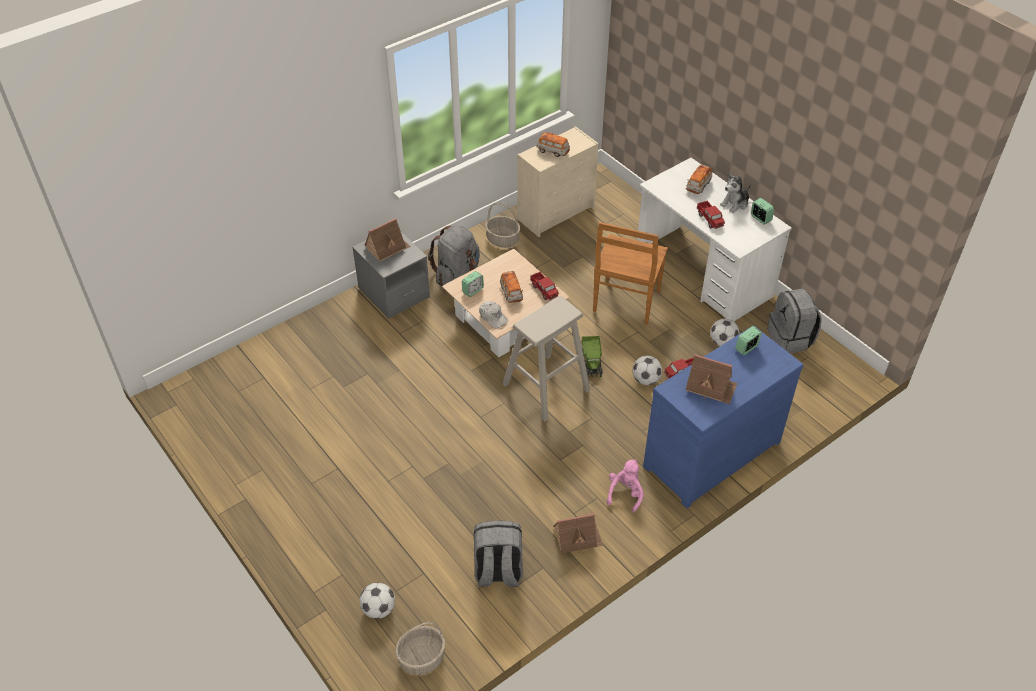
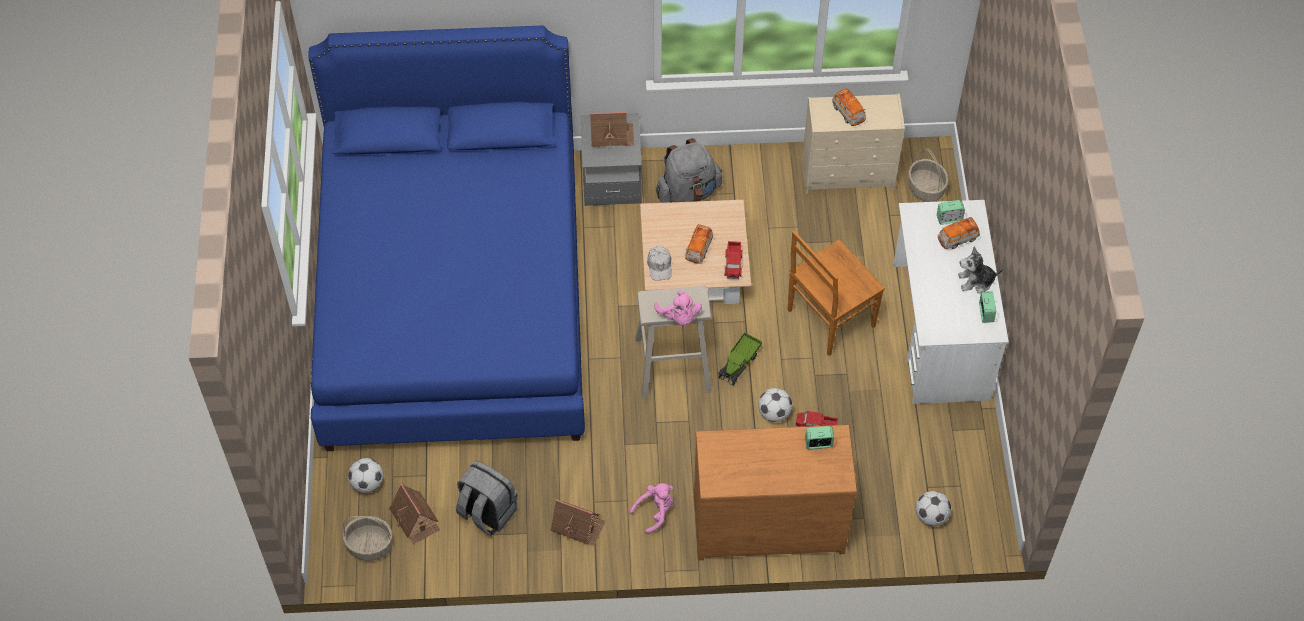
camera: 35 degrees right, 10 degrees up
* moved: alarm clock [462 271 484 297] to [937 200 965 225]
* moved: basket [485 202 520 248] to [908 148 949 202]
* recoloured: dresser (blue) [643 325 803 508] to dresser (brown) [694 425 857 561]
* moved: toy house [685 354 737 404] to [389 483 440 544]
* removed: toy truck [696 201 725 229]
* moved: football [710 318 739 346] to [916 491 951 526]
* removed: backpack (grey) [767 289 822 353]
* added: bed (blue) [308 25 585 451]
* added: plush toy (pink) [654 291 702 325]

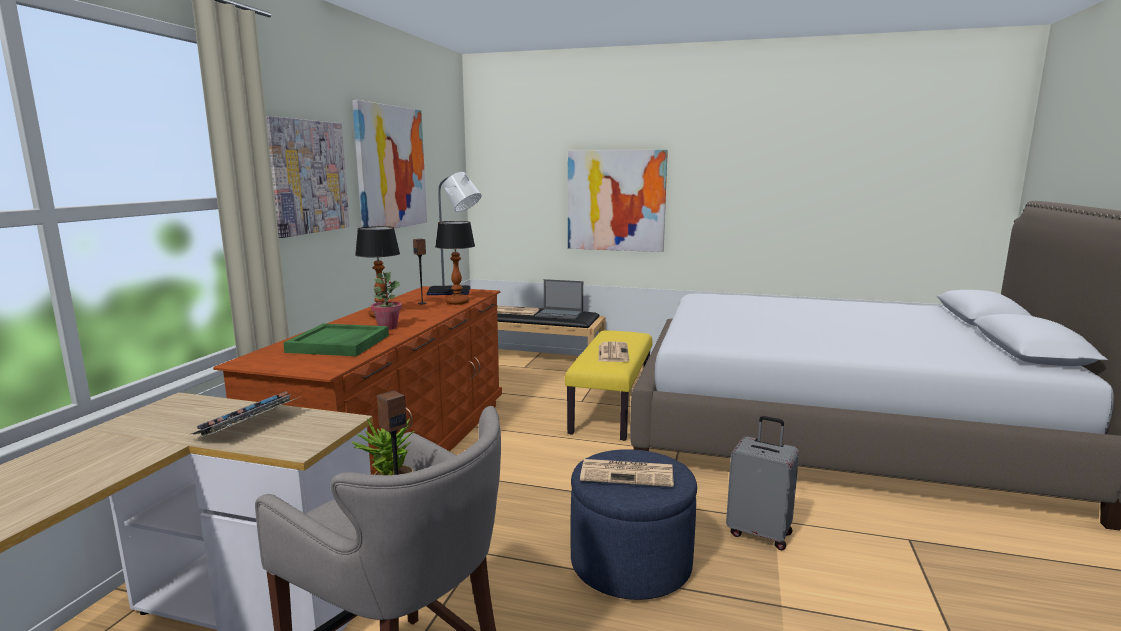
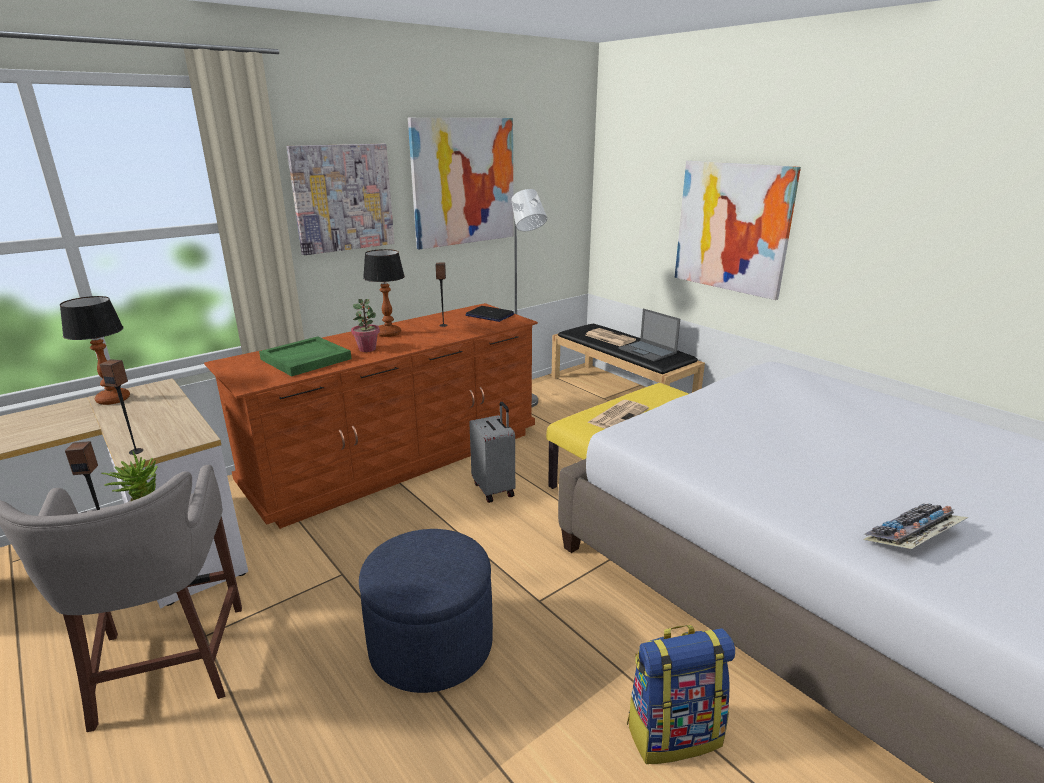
camera: 35 degrees right, 10 degrees up
* moved: keyboard [189 391 299 440] to [863 503 969 549]
* moved: table lamp [435 221 475 305] to [60 296 130 405]
* removed: newspaper [580 459 674 487]
* moved: suitcase (grey) [726 416 799 550] to [469 402 515 503]
* added: speaker [100 359 143 455]
* added: backpack [627 625 735 764]

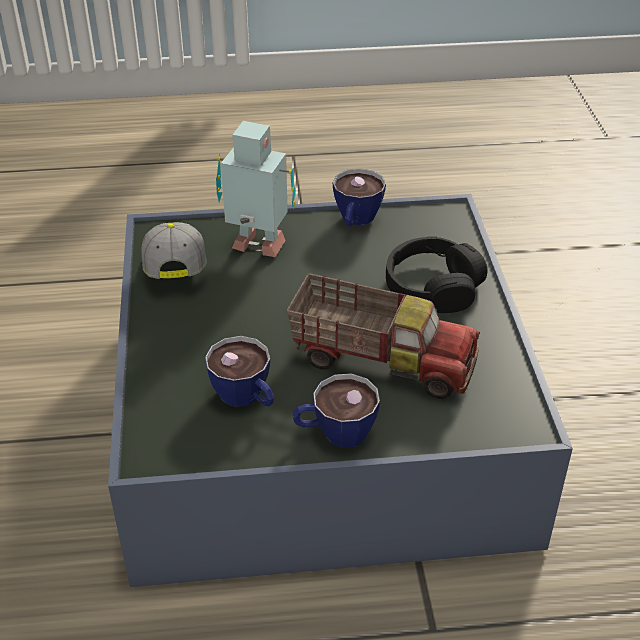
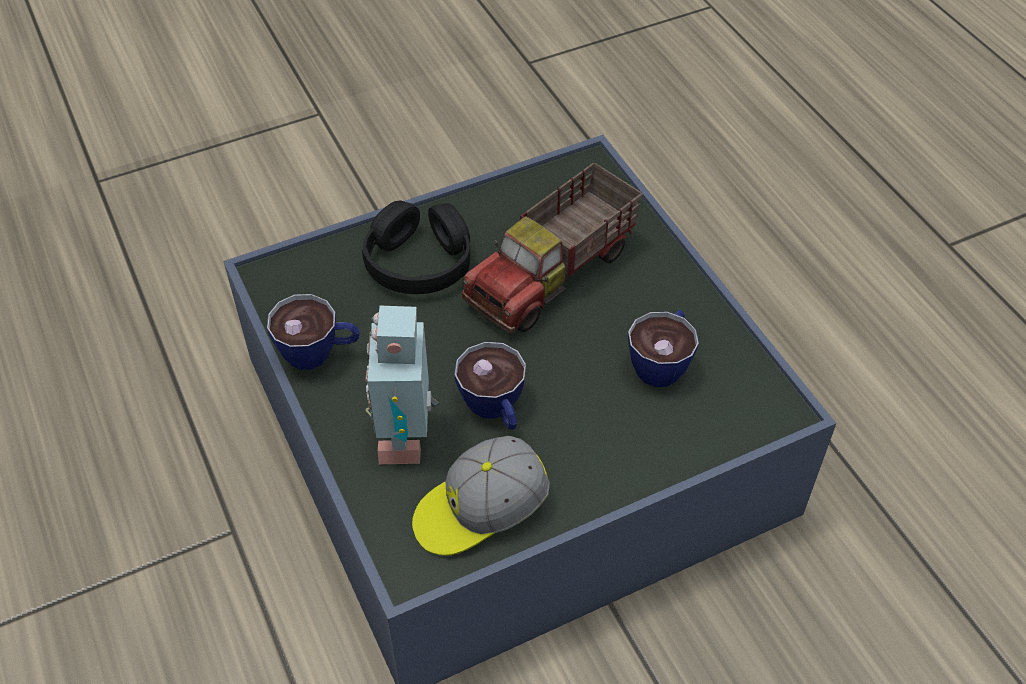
camera: 110 degrees left, 10 degrees up
* turned: toy truck [287 273 480 399] = [462 162 643 334] 135 degrees counterclockwise
* moved: cup [292 373 380 448] to [454 342 526 430]

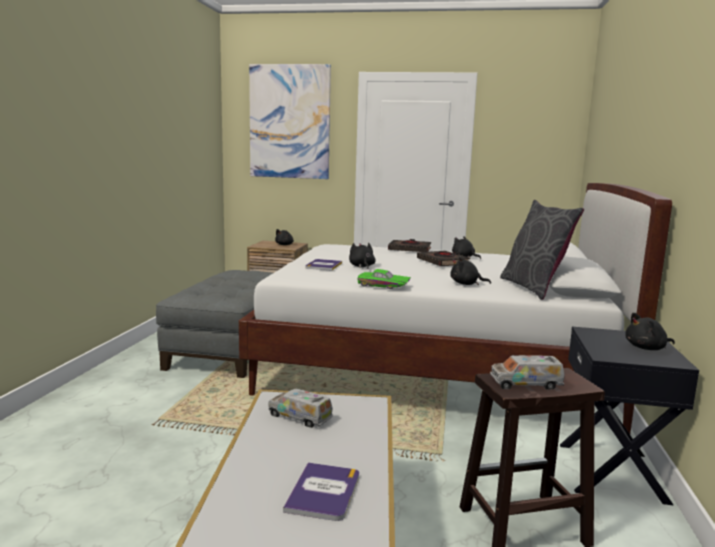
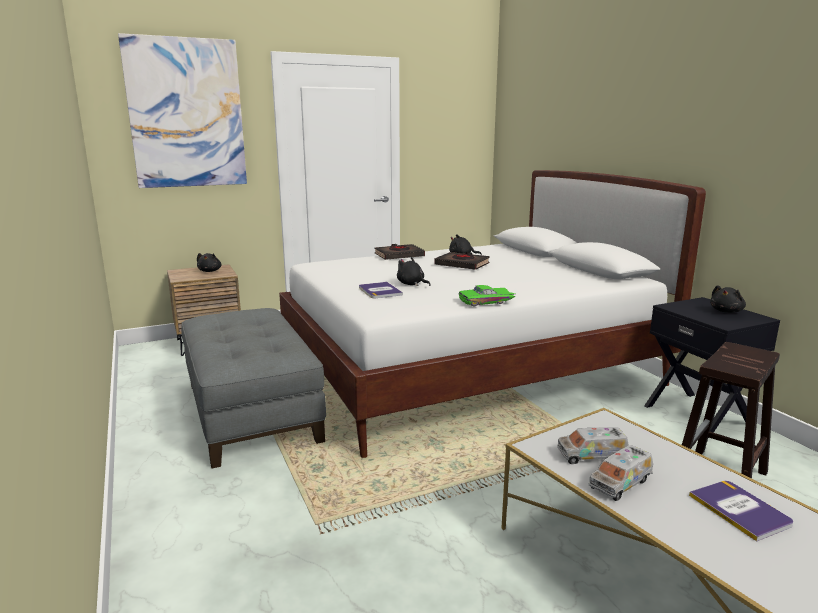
camera: 35 degrees left, 5 degrees up
* removed: plush toy (black) [450 257 491 285]
* moved: toy truck [490 355 564 389] to [588 445 653 501]
* removed: pillow (grey) [500 200 584 300]

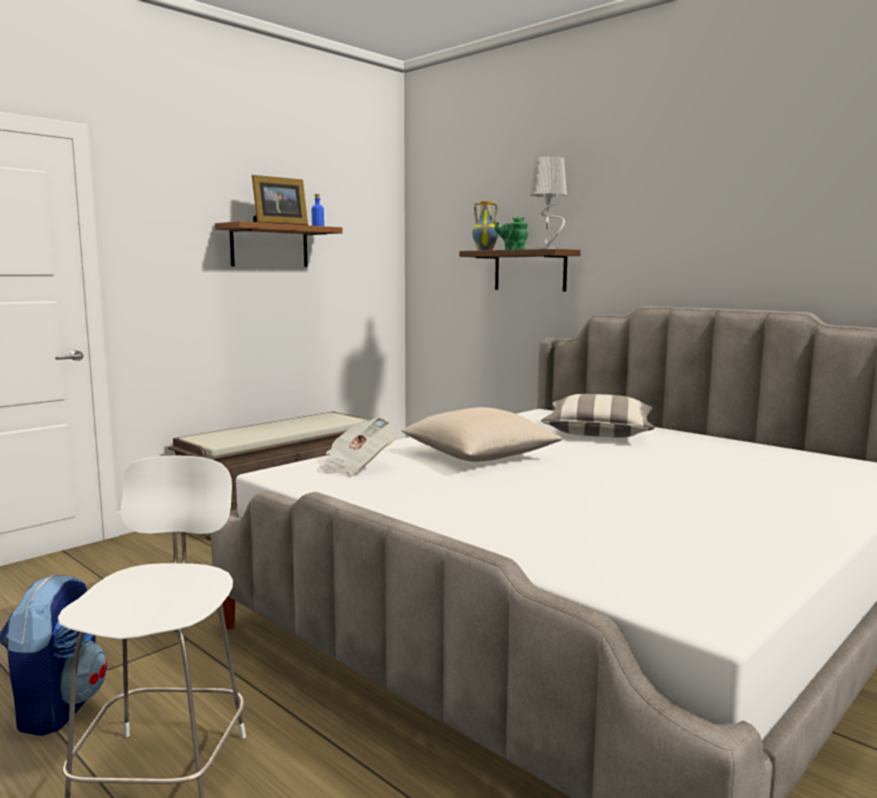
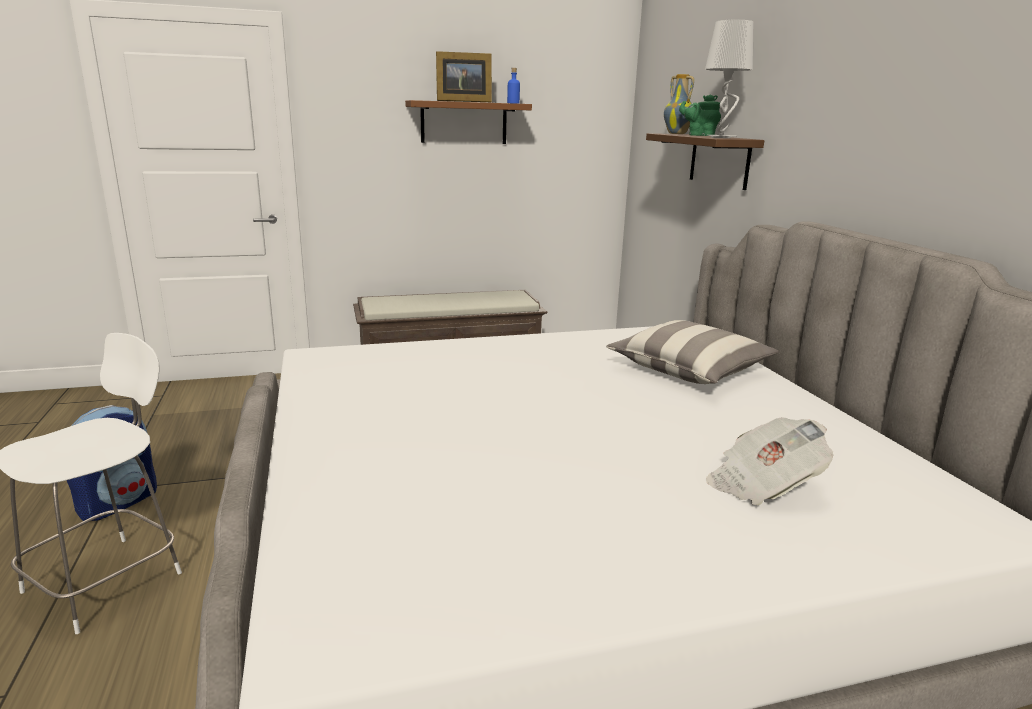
camera: 30 degrees right, 10 degrees up
* moved: newspaper [317 417 397 474] to [706 417 833 505]
* removed: pillow (beige) [401 407 562 462]

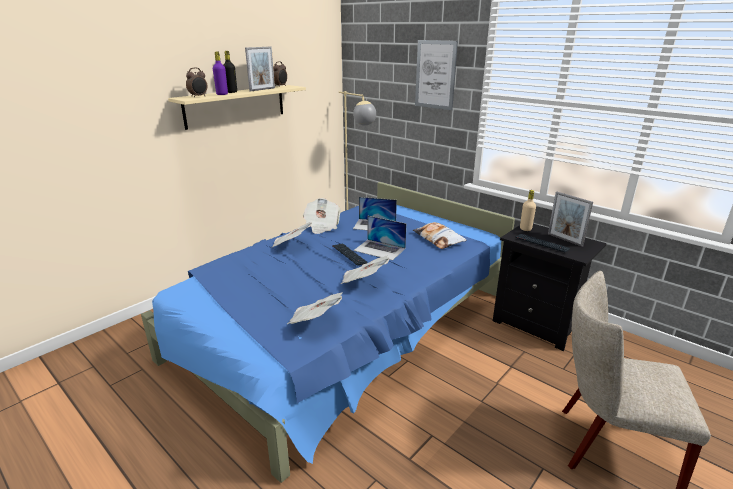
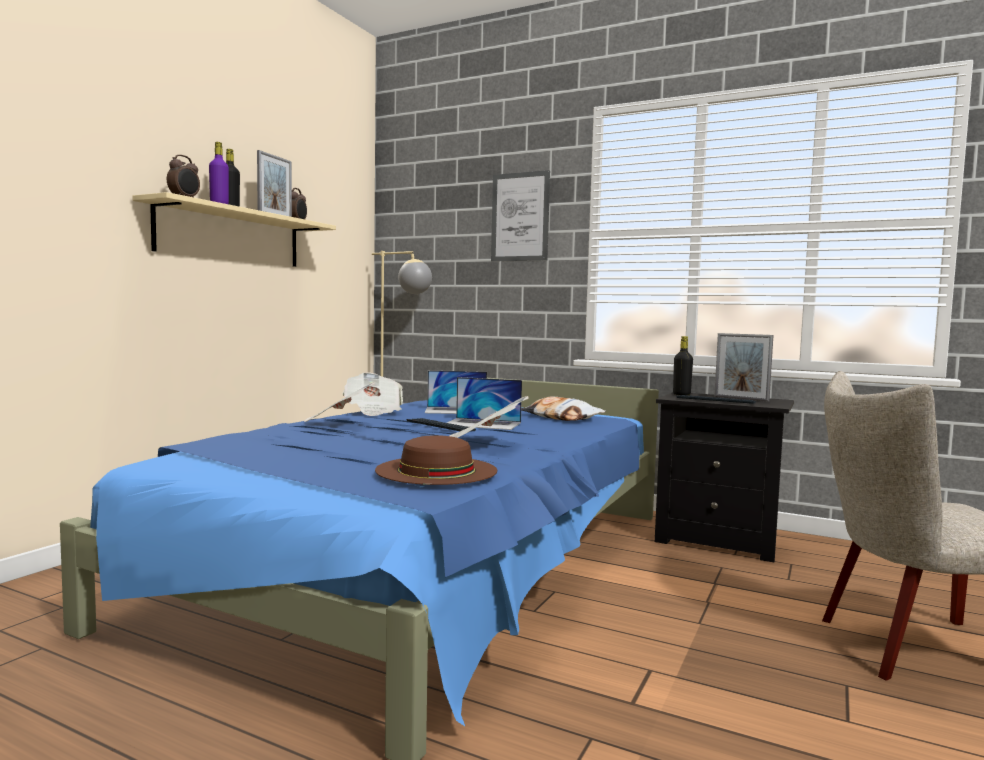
camera: 15 degrees left, 20 degrees down
* replaced: newspaper [287 292 343 324] to hat (brown) [375 435 497 485]
* recoloured: bottle (beige) [520 190 536 231] to bottle (black) [673 336 693 395]

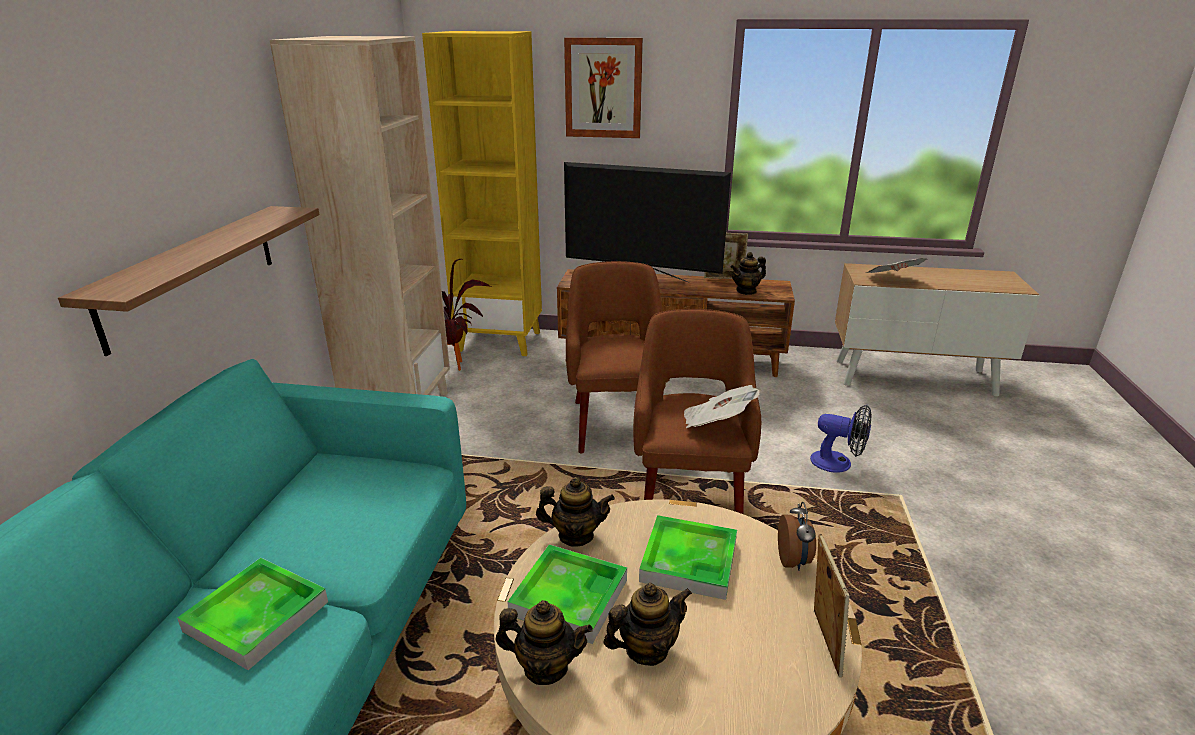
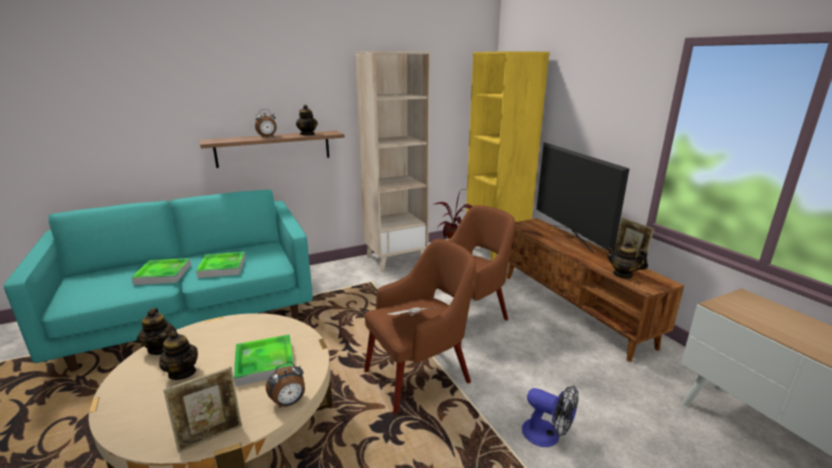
camera: 55 degrees right, 5 degrees down
* moved: tray [507 544 627 644] to [196 252 246 278]
* moved: teapot [536 477 615 547] to [296 105 318 135]
* removed: picture [564 37 643 138]
* turned: fan [810 405 872 473] = [522 385 578 447] 45 degrees counterclockwise
* removed: newspaper [866 258 928 273]
* added: alarm clock [255 109 277 137]

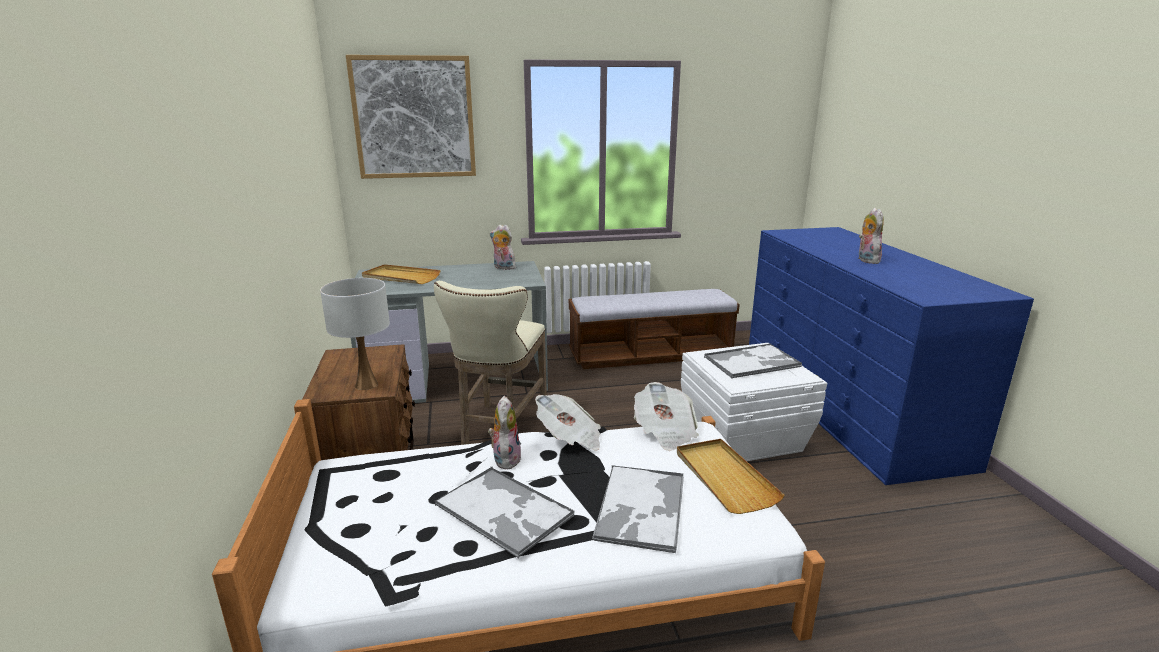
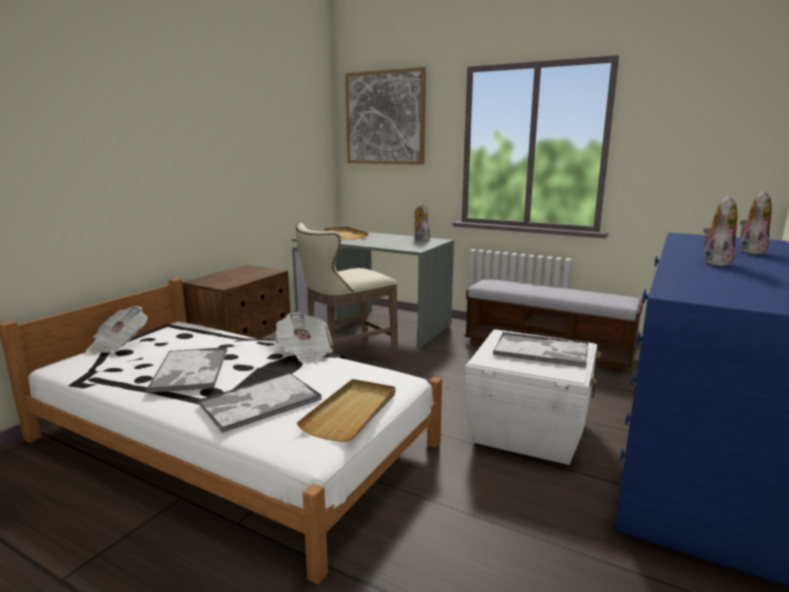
camera: 40 degrees right, 5 degrees down
* removed: table lamp (white) [320 278 390 390]
* moved: plush toy [488 396 521 469] to [740 191 772 255]
* moved: newspaper [634 382 699 451] to [86 306 148 354]

